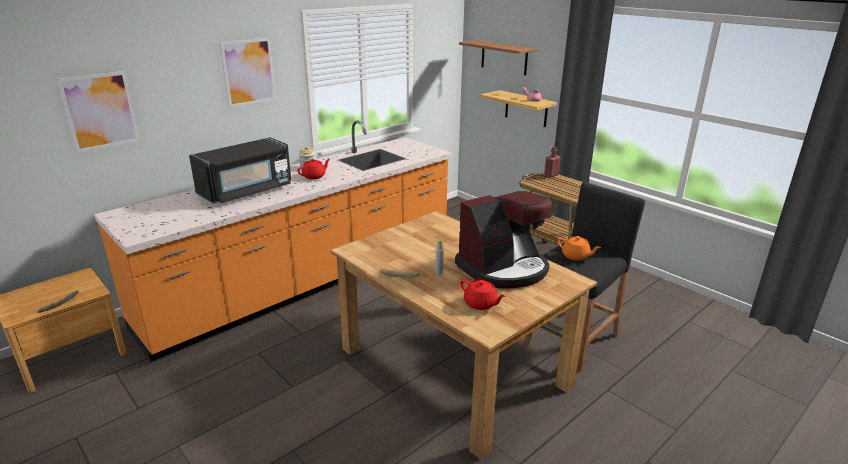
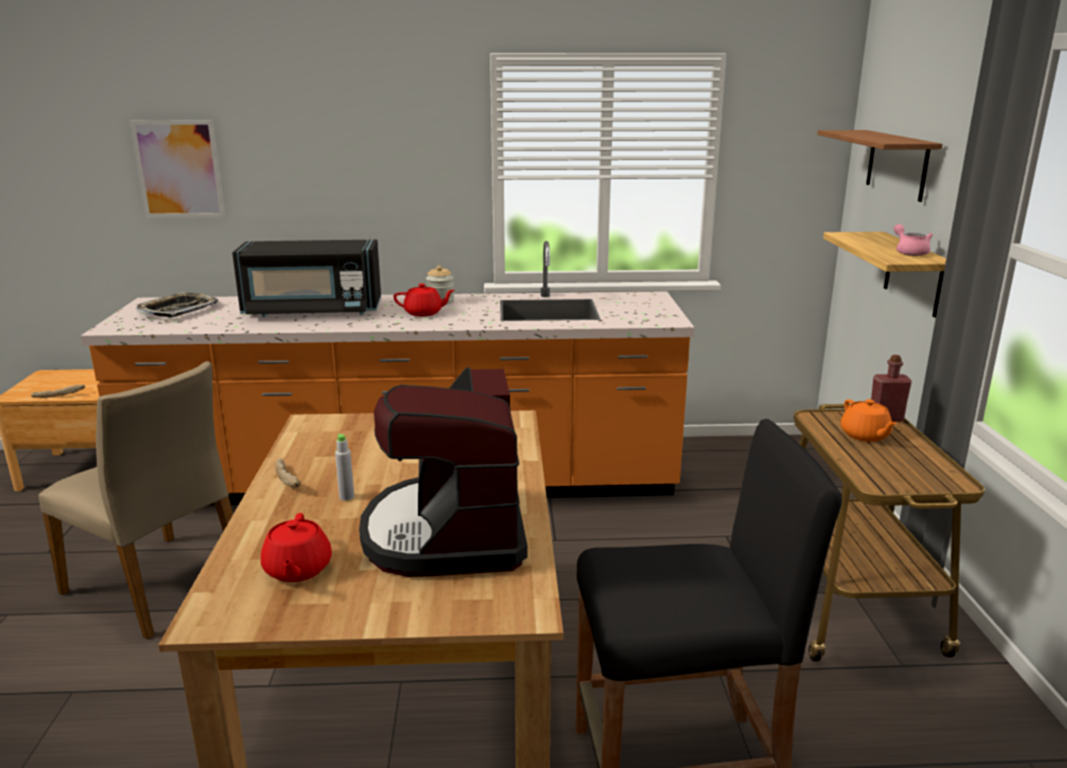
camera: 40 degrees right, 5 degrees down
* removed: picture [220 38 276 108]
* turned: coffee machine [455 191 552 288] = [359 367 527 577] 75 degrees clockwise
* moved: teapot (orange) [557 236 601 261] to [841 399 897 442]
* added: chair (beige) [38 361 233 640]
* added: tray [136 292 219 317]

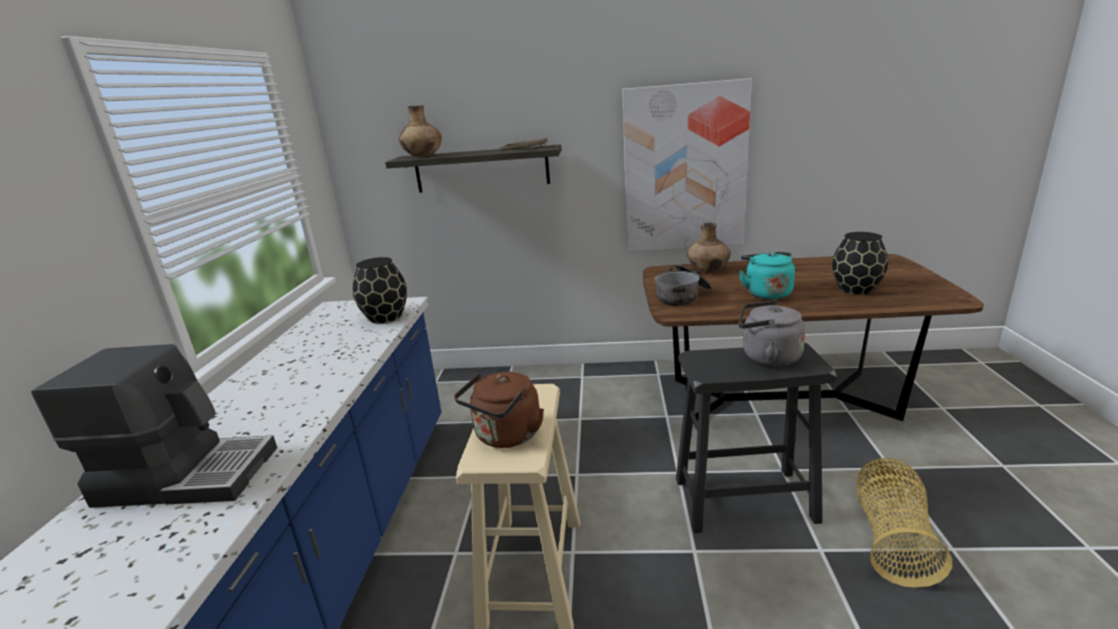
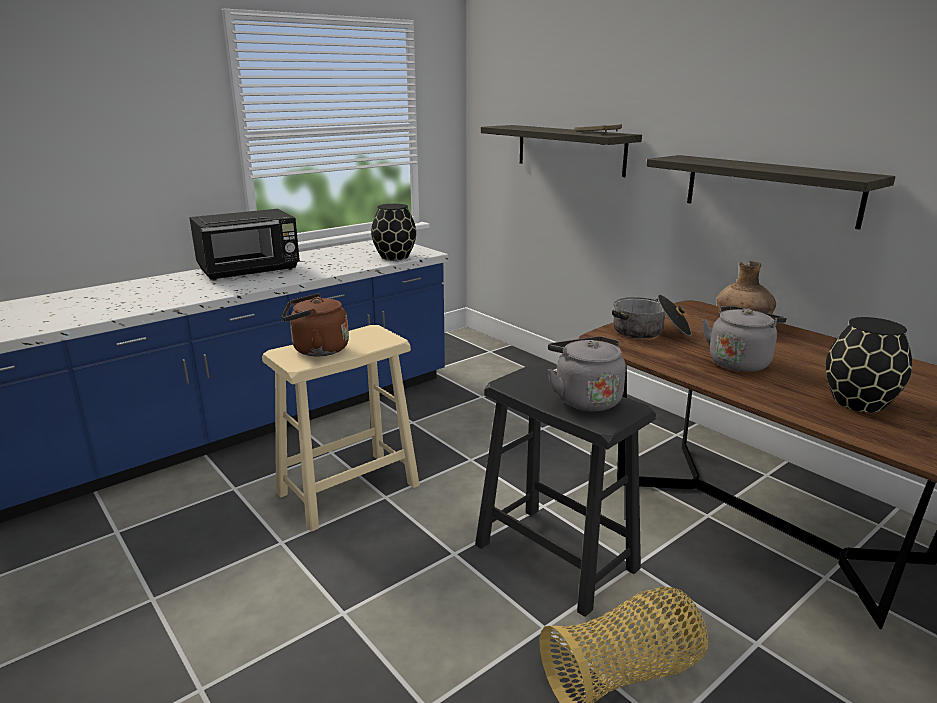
camera: 45 degrees right, 0 degrees up
* removed: coffee machine [31 344 277 508]
* removed: vase (brown) [398 106 442 157]
* replaced: picture [622 78 752 251] to shelf [646 155 896 230]
* recoloured: kettle (turquoise) [739 252 795 300] to kettle (grey) [702 306 787 372]
* added: microwave (black) [189 209 300 281]

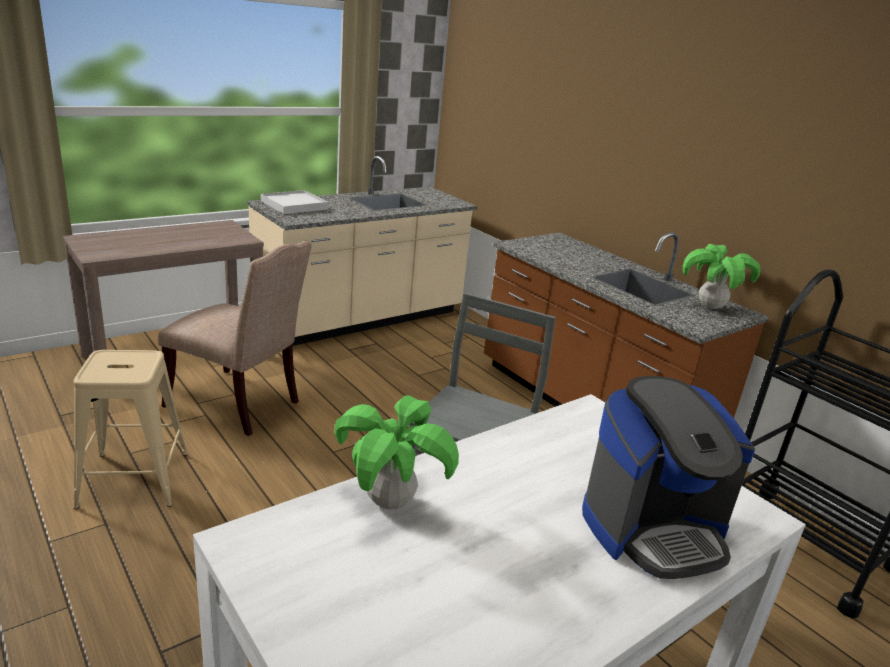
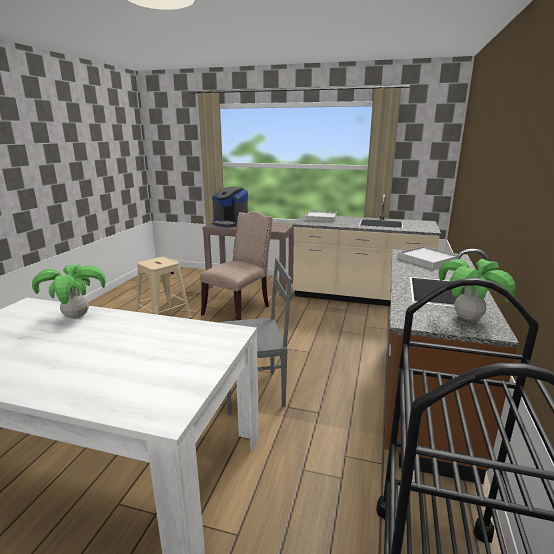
camera: 55 degrees right, 5 degrees down
* turned: chair (beige) [158 241 311 436] = [200 212 273 320] 135 degrees counterclockwise
* moved: coffee machine [582 376 755 579] to [212 187 248 228]
* added: tray (white) [397 246 457 269]

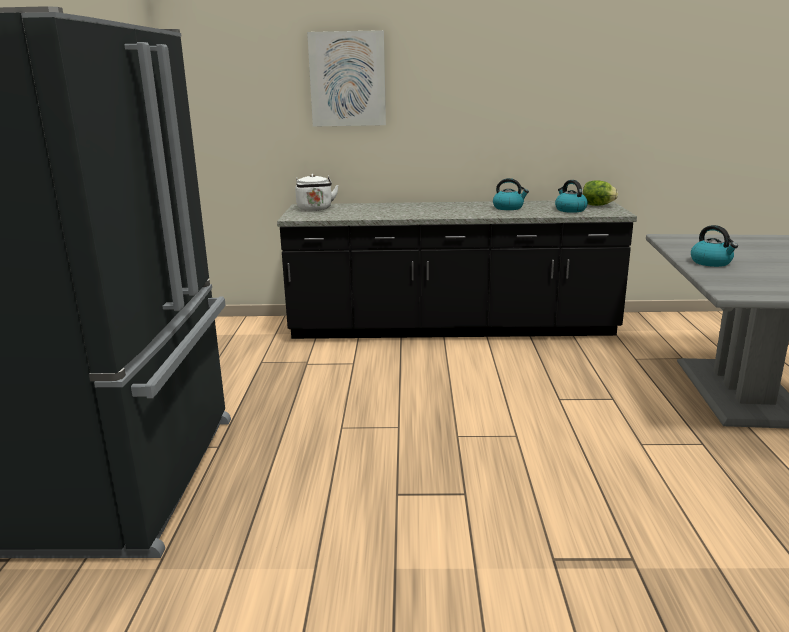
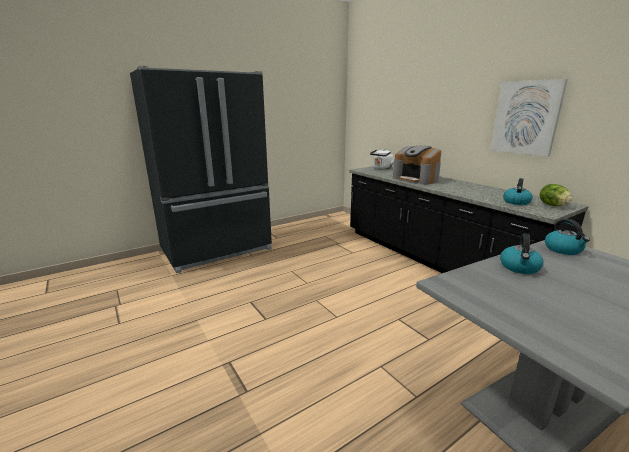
camera: 55 degrees right, 0 degrees up
* moved: picture [307 30 386 127] to [490 79 568 157]
* moved: kettle [493 178 529 210] to [545 219 590 255]
* added: coffee machine [393 146 441 185]

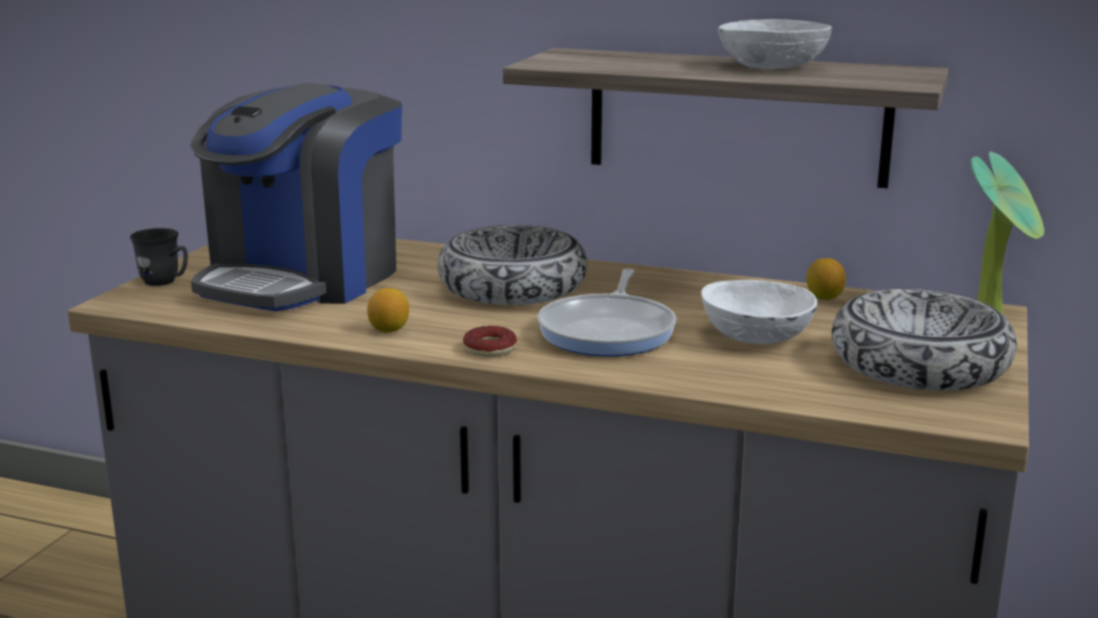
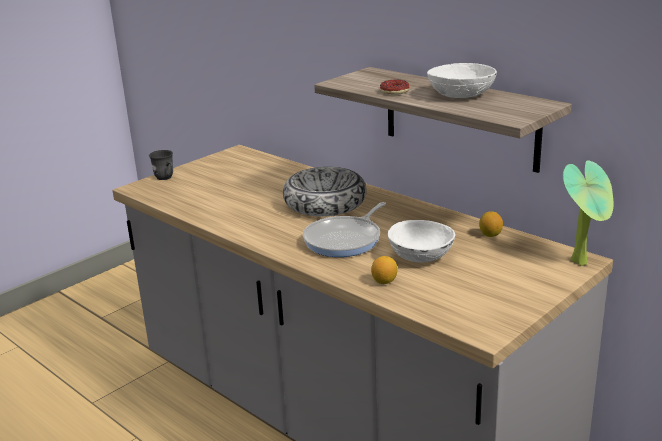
camera: 25 degrees right, 5 degrees up
* removed: coffee machine [190 83 402 311]
* moved: lemon [367 288 409 333] to [371 256 398 284]
* moved: donut [463 326 517 357] to [380 80 409 95]
* removed: bowl [832 289 1017 391]

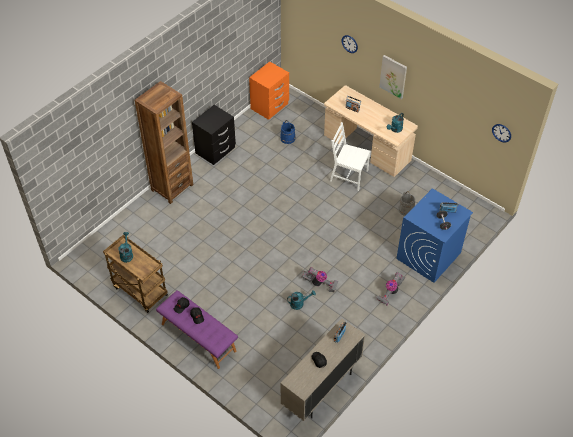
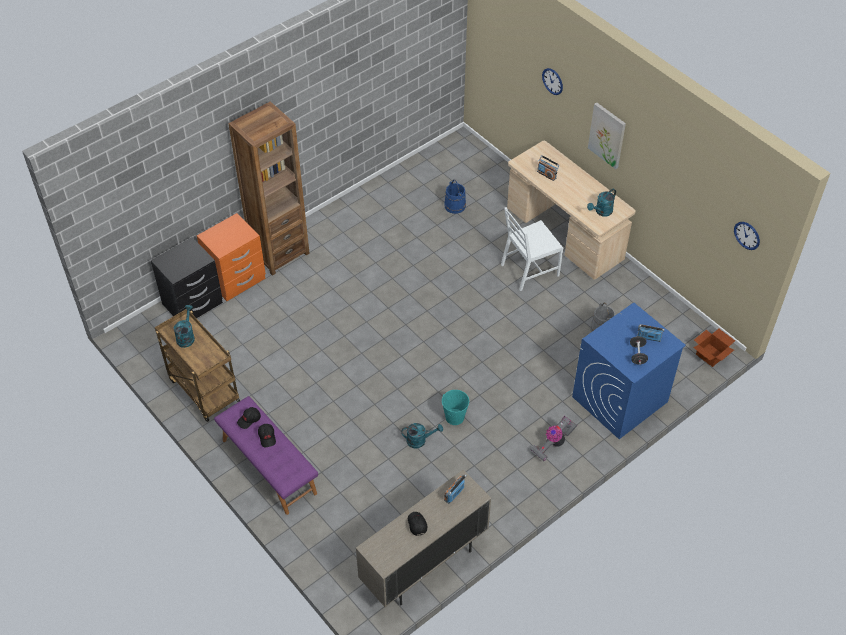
camera: 10 degrees right, 0 degrees up
* moved: nightstand (black) [192 105 236 165] to [151 237 223 318]
* moved: nightstand (orange) [249 62 289 120] to [197 213 266 301]
* replaced: vacuum cleaner [302 267 338 292] to bucket (turquoise) [442 390 469 425]
* turned: chair (white) [330 122 371 191] = [501 207 563 291] 60 degrees counterclockwise
* added: cardboard box [693 329 735 367]

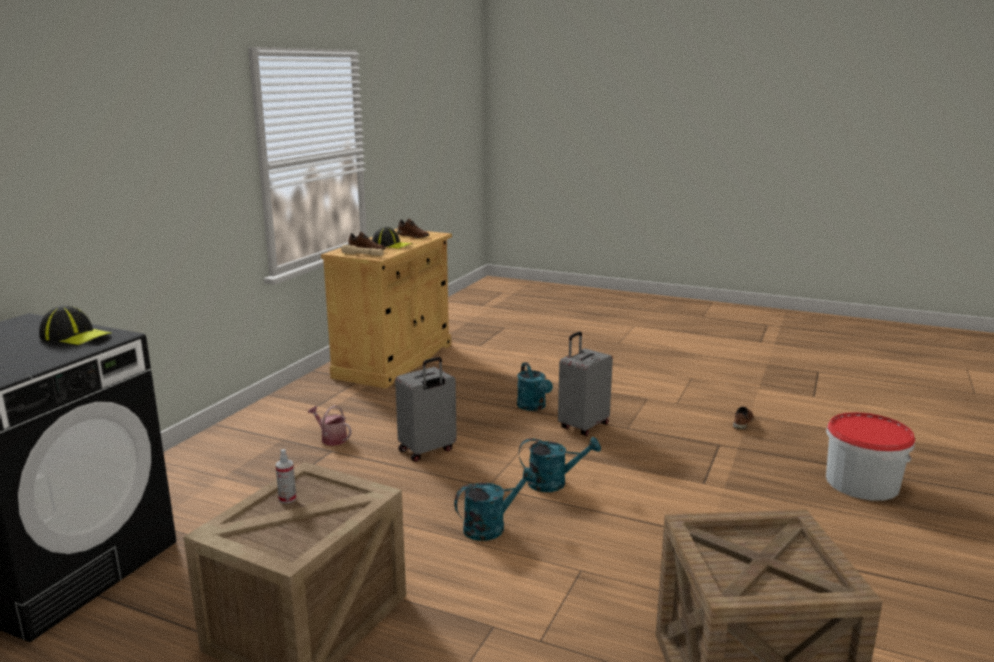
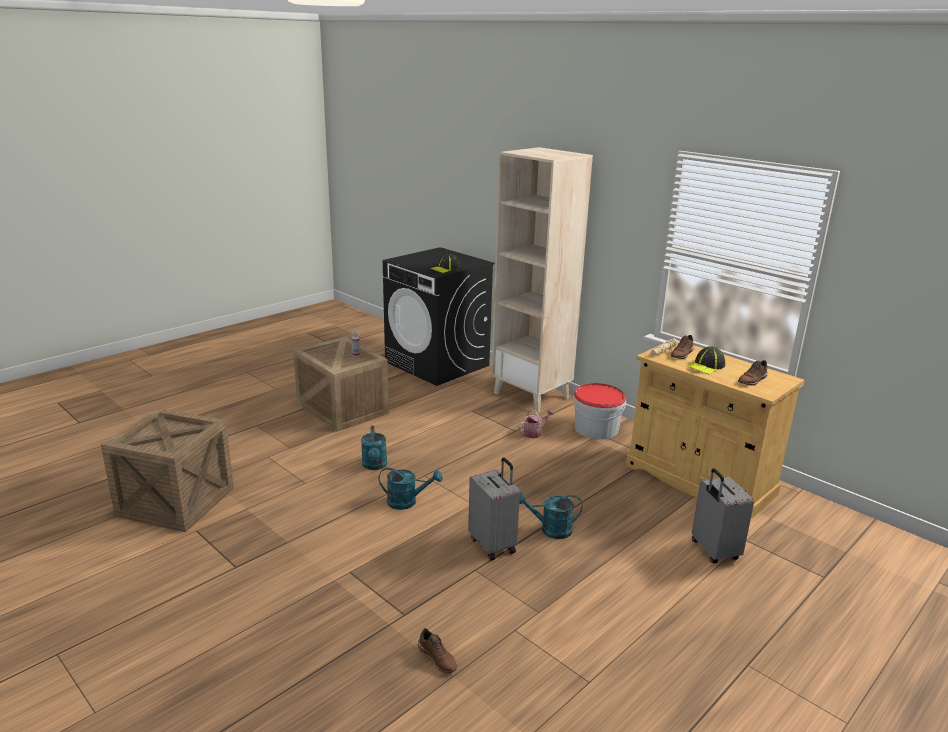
camera: 110 degrees right, 5 degrees up
* moved: suitcase (grey) [395 357 457 462] to [692 468 754 563]
* turned: watering can (turquoise) [519 437 601 492] = [379 468 443 510] 105 degrees counterclockwise
* moved: bucket [826 412 915 501] to [573 383 626 439]
* added: bookcase (beige) [491 147 593 413]

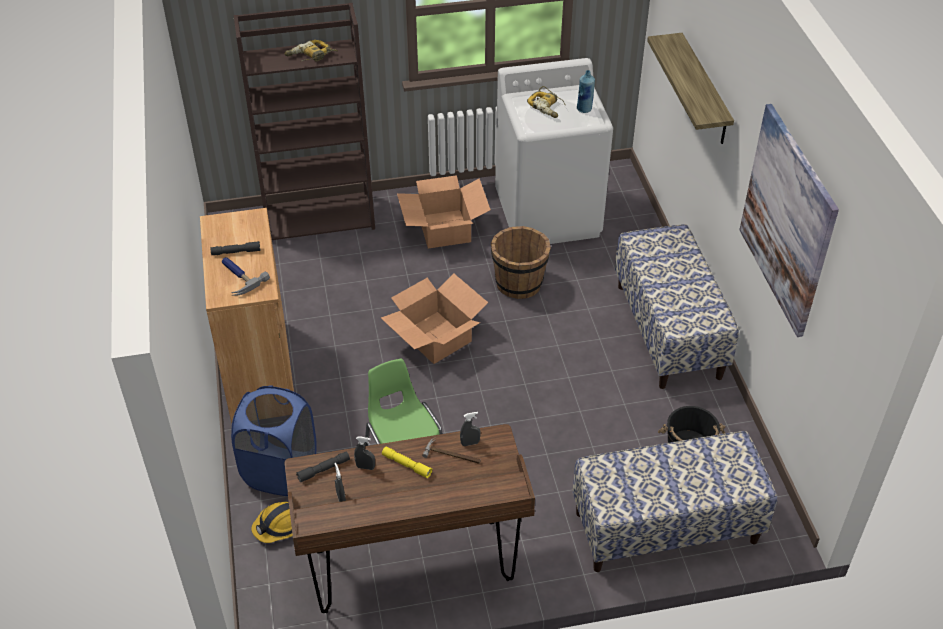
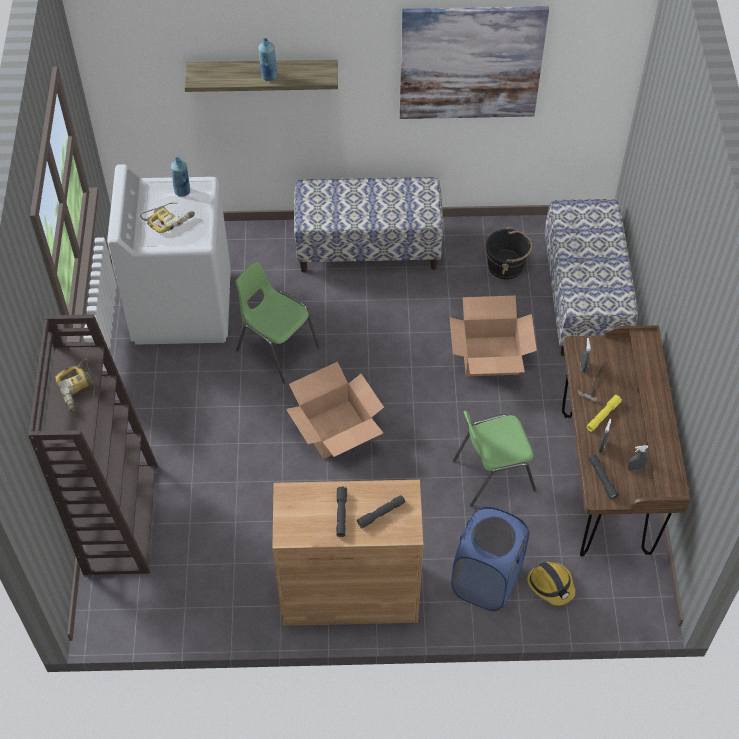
camera: 80 degrees left, 10 degrees up
* replaced: hammer [222 257 270 296] to flashlight (grey) [357 495 405 529]
* moved: cardboard box [397 175 491 249] to [450 295 537 376]
* replaced: bucket (brown) [491 226 551 299] to chair (green) [236 261 320 384]
* added: bottle (blue) [258 38 277 81]

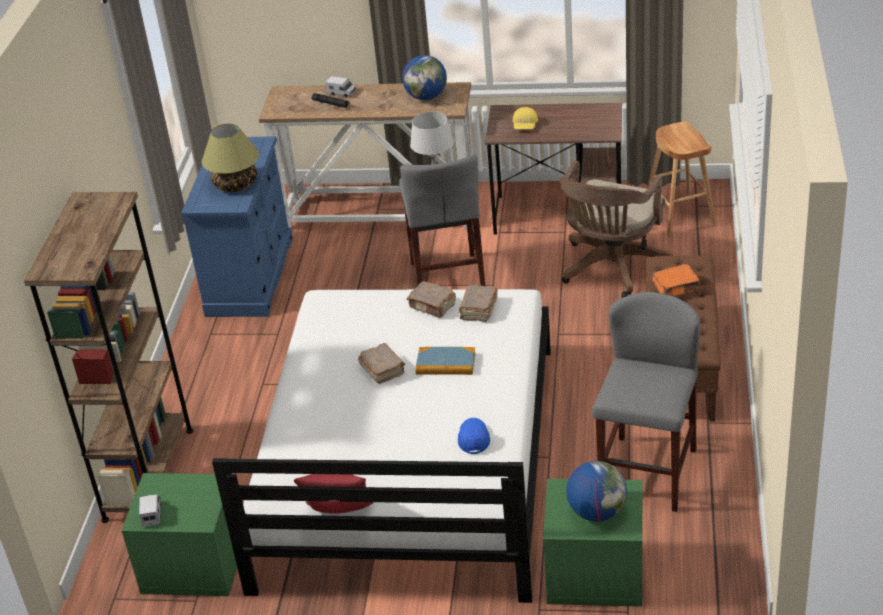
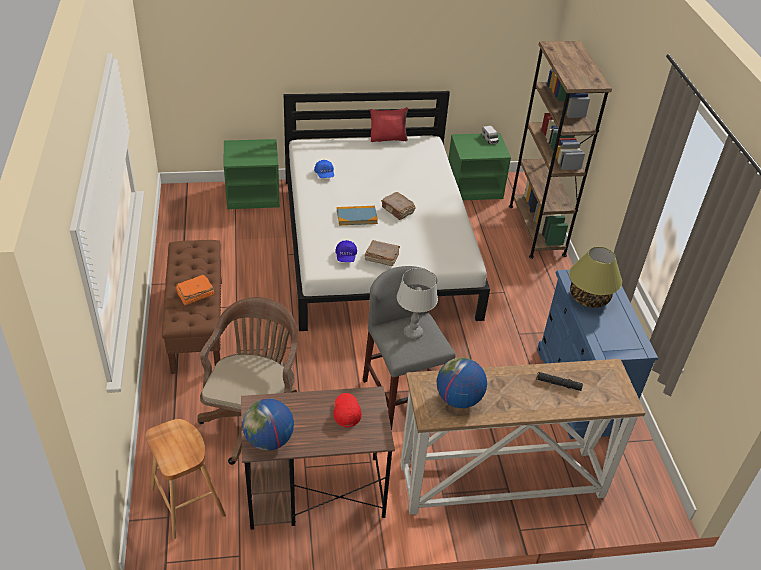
camera: 160 degrees right, 5 degrees up
* removed: toy truck [325 76 356 98]
* replaced: book (brown) [459 285 498 322] to cap (blue) [335 240 357 262]
* recoloured: cap (yellow) [512 107 538 129] to cap (red) [334 393 362 427]
* moved: globe [566 461 627 522] to [242 399 294 451]
* removed: stool (grey) [592 292 700 512]

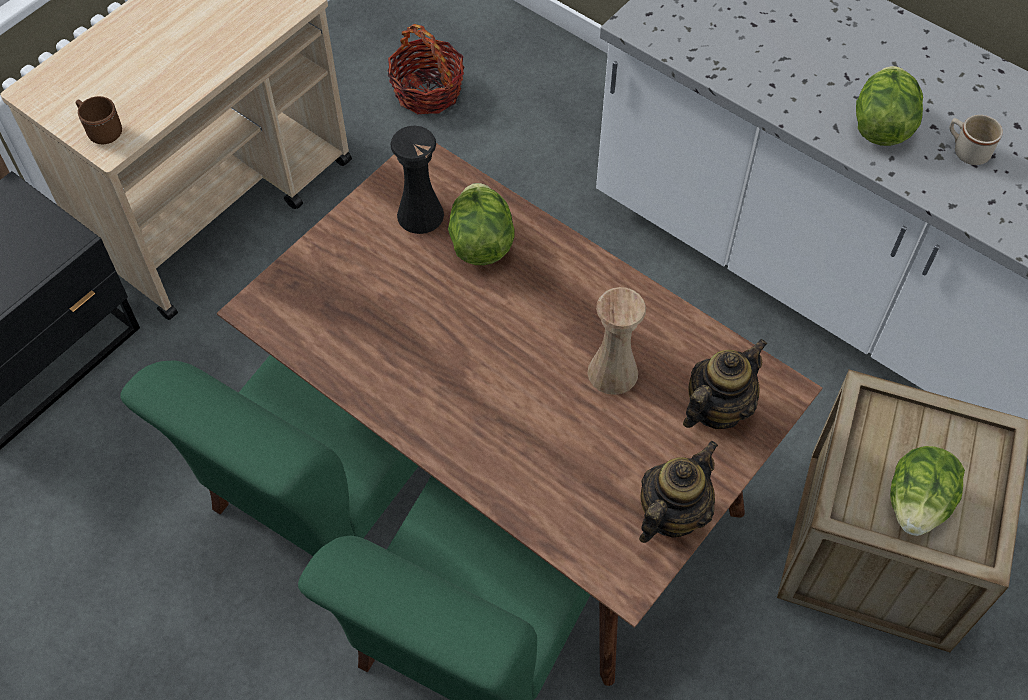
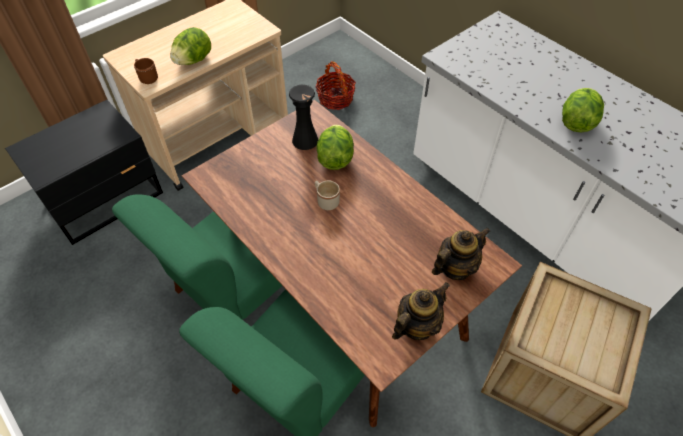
camera: 10 degrees right, 5 degrees down
* removed: vase (beige) [588 287 646 395]
* moved: lettuce [890 446 965 536] to [170 27 211 65]
* moved: mug (beige) [949 115 1003 165] to [315 181 340 210]

